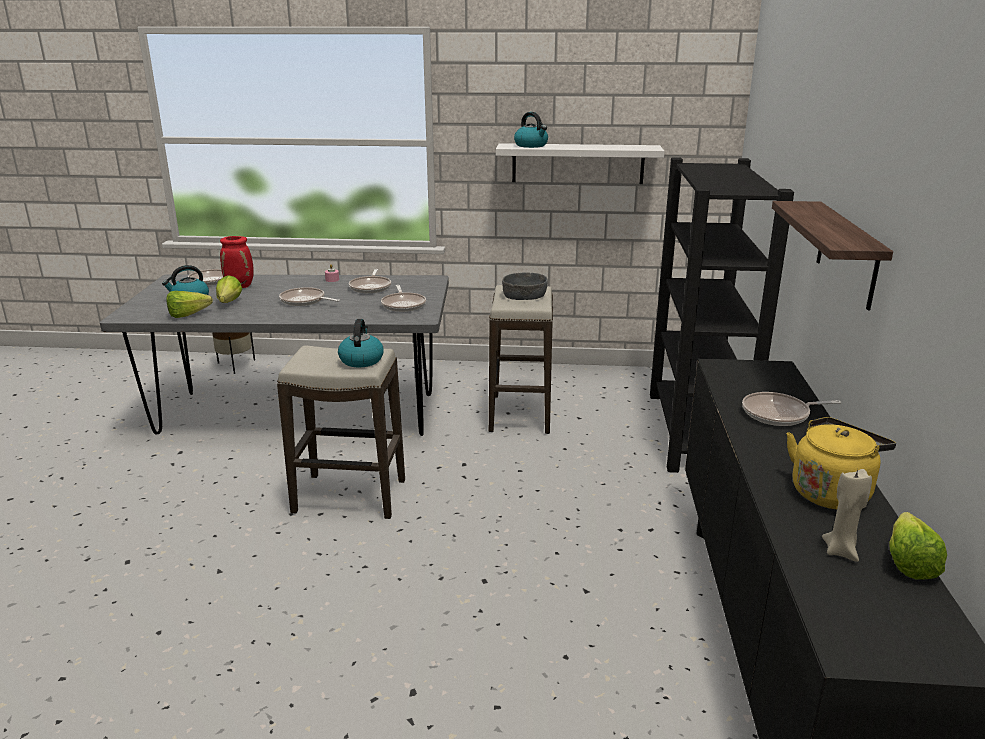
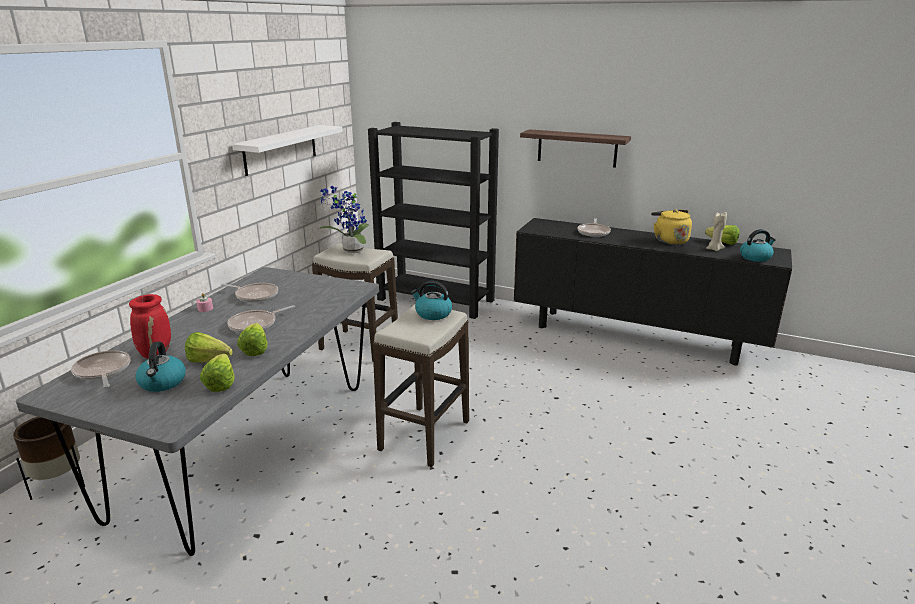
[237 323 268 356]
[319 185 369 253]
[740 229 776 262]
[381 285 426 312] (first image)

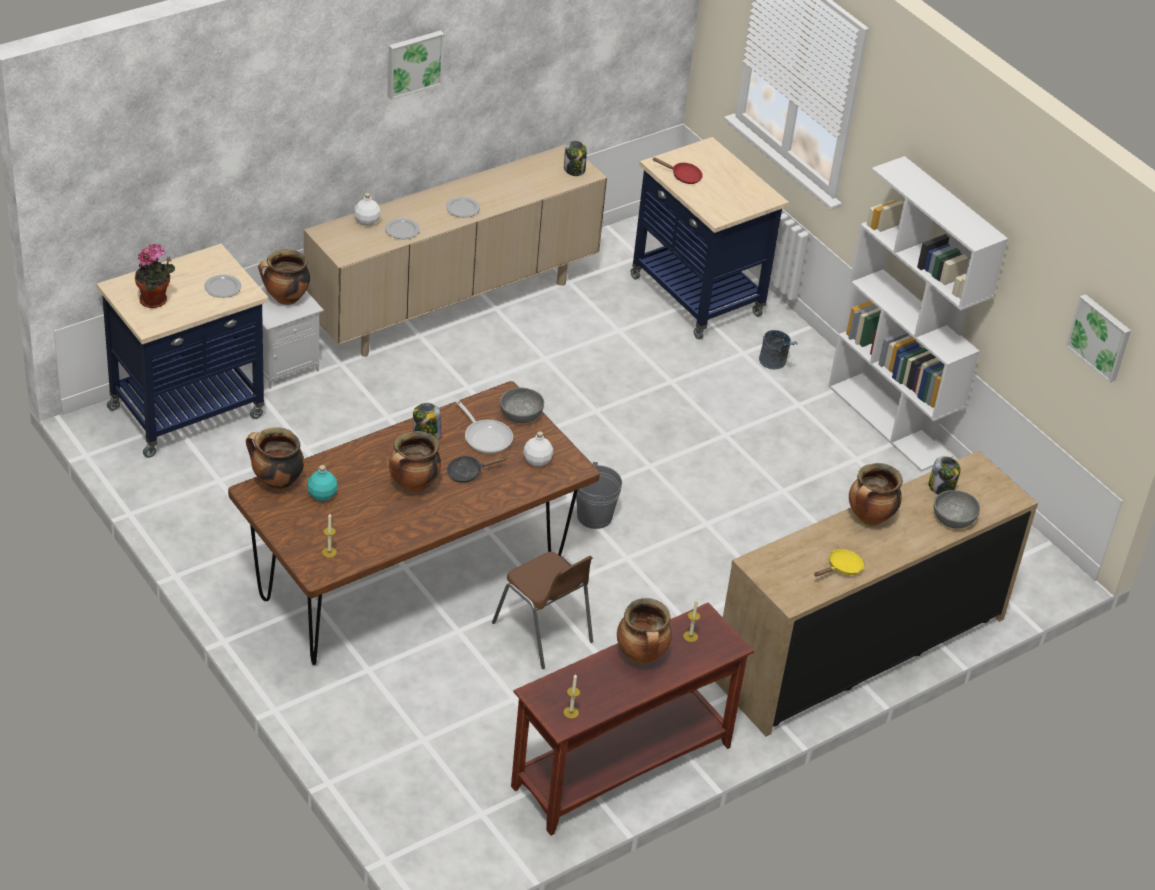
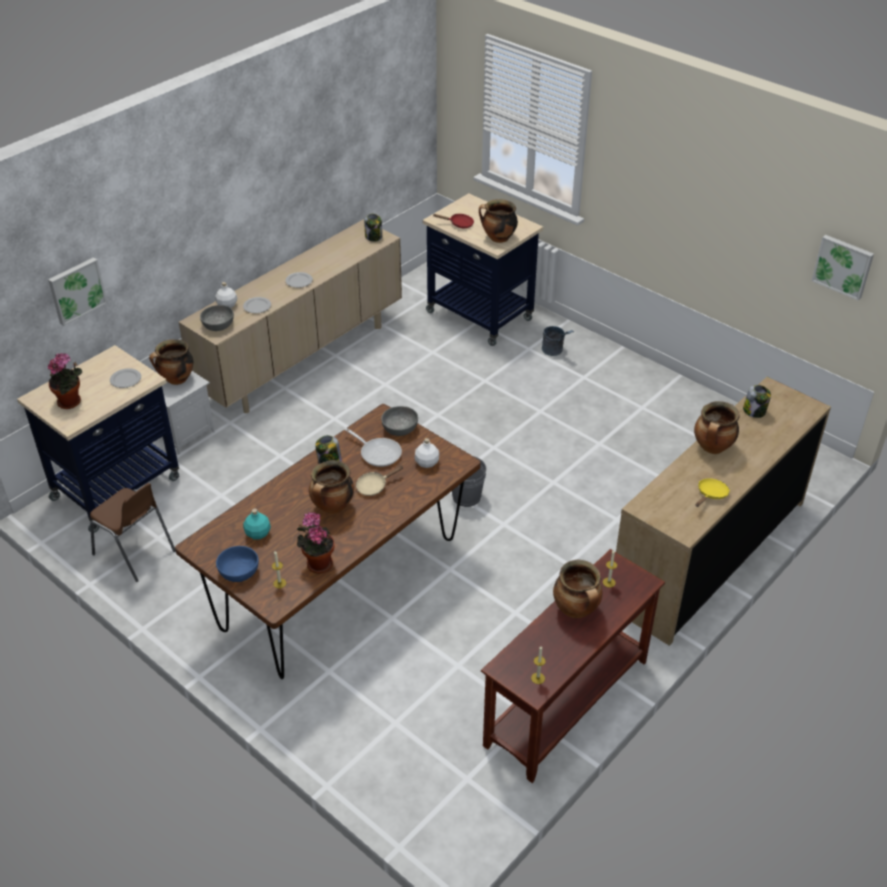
[48 257 107 326]
[90 483 176 582]
[200 305 234 331]
[216 546 259 582]
[297 512 335 574]
[356 466 403 496]
[479 199 518 243]
[828 156 1008 472] (first image)

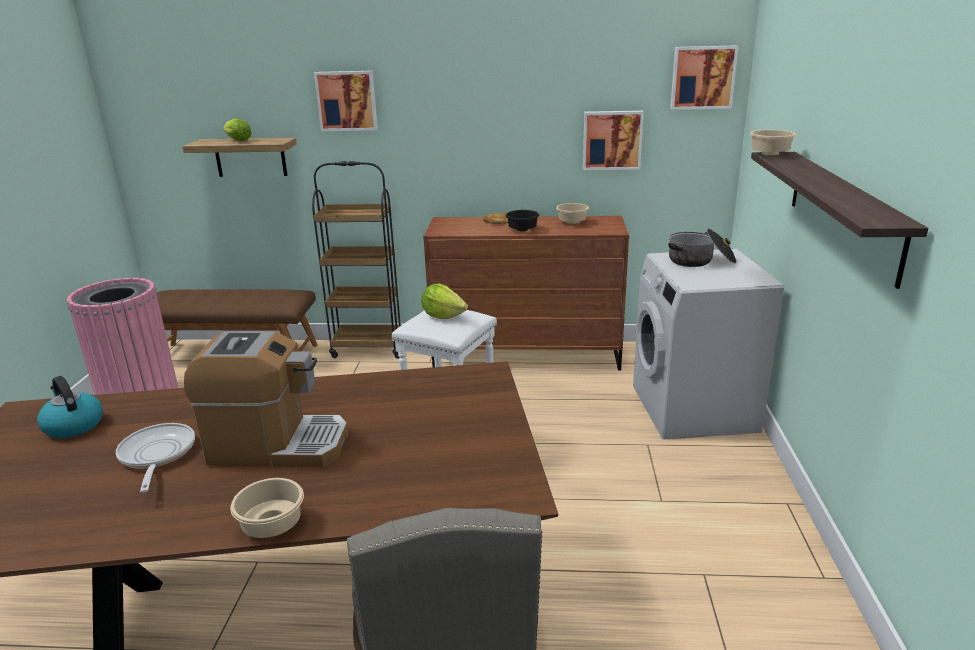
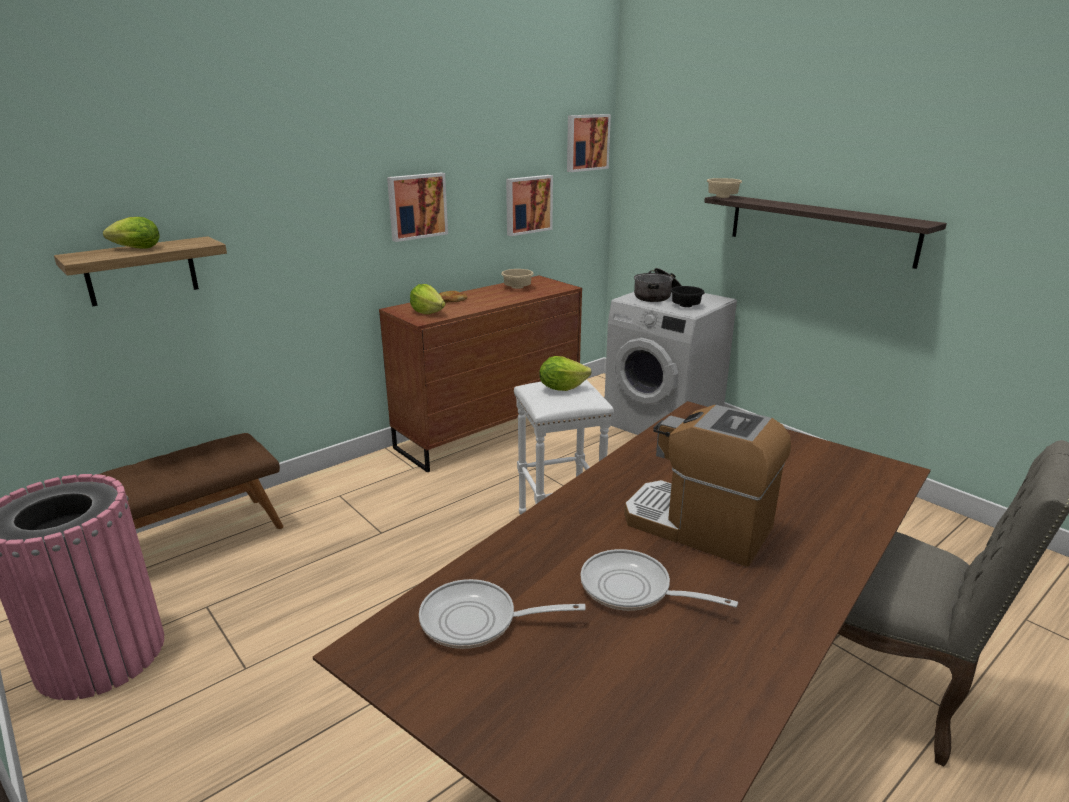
[387 173 448 242]
[410 284 446 314]
[419 579 586 649]
[624 405 791 567]
[670 286 705 307]
[230 478 304 538] (first image)
[312 161 401 359] (first image)

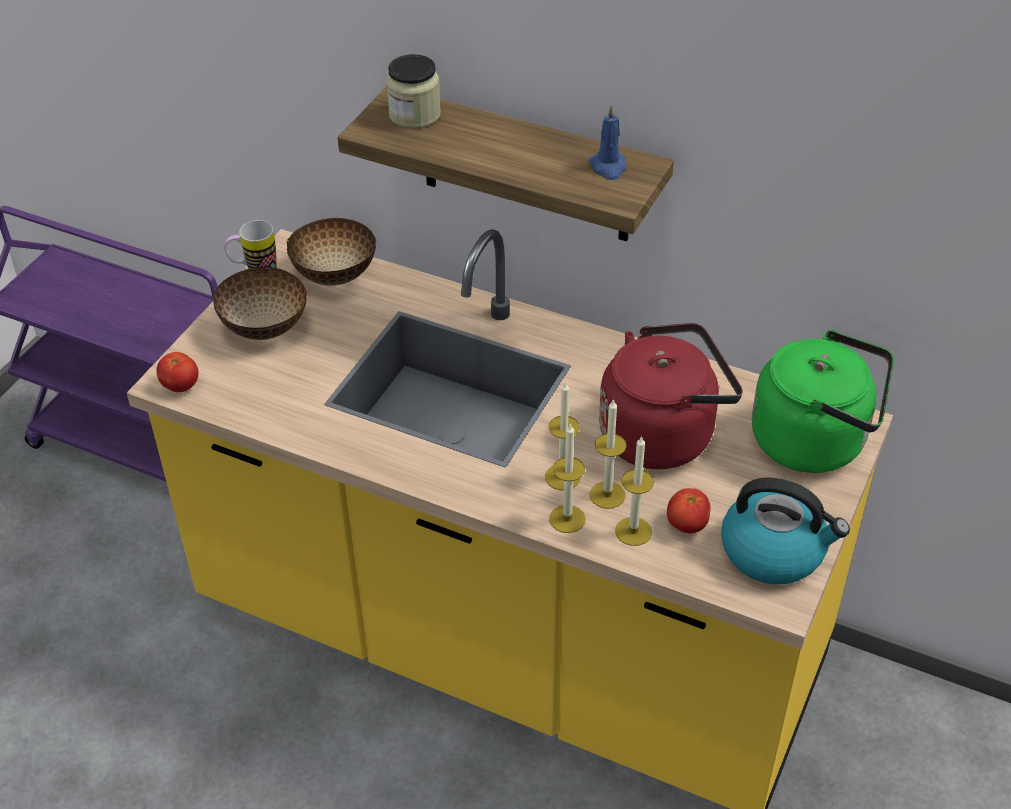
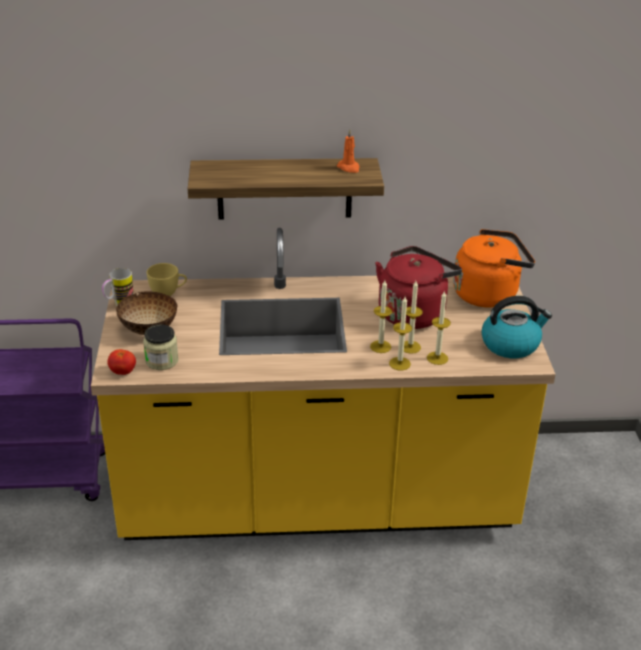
[143 324 179 370]
[147 263 187 296]
[337 129 360 173]
[453 229 535 308]
[667 488 711 533] (first image)

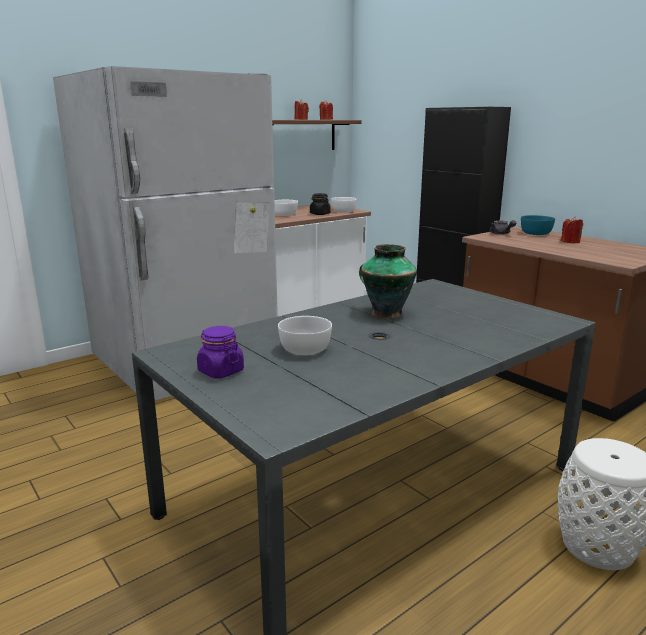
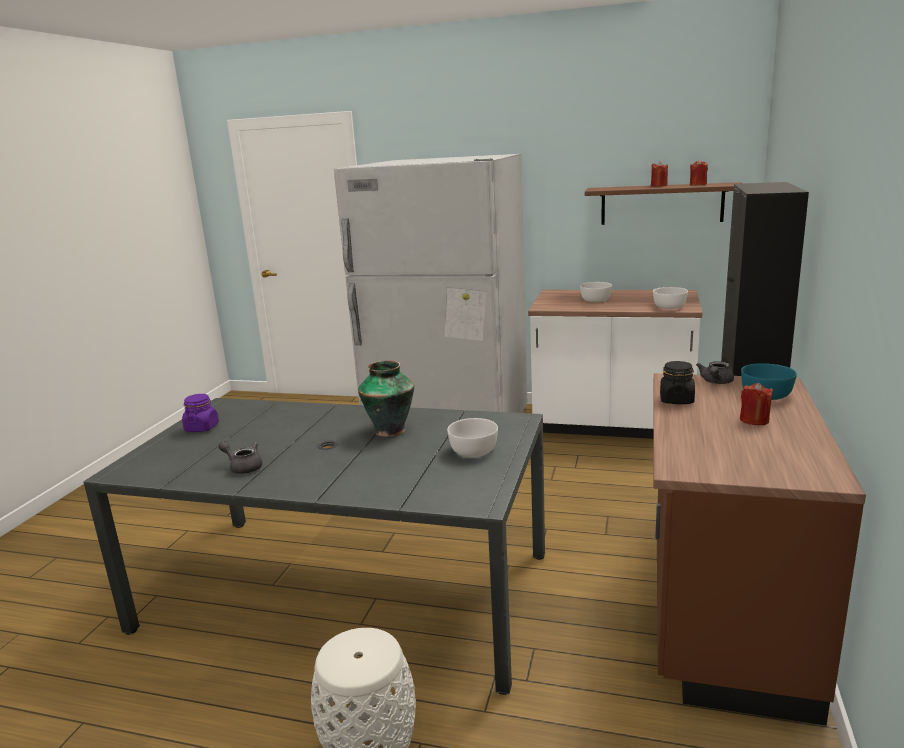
[218 441 262 474]
[447 418 498 457]
[660 361 695 404]

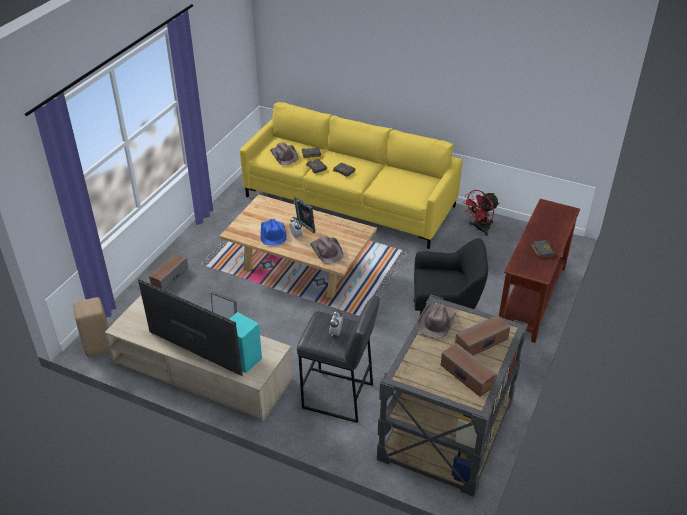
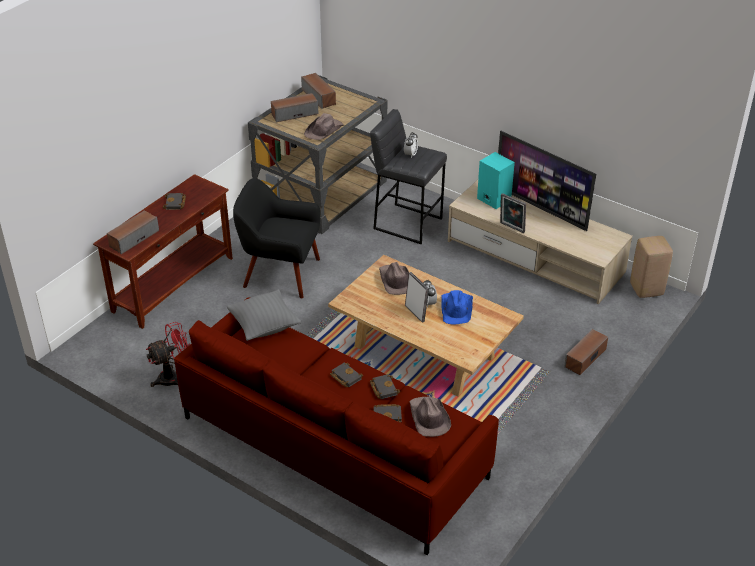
[107 210 159 254]
[174 297 499 555]
[227 289 301 341]

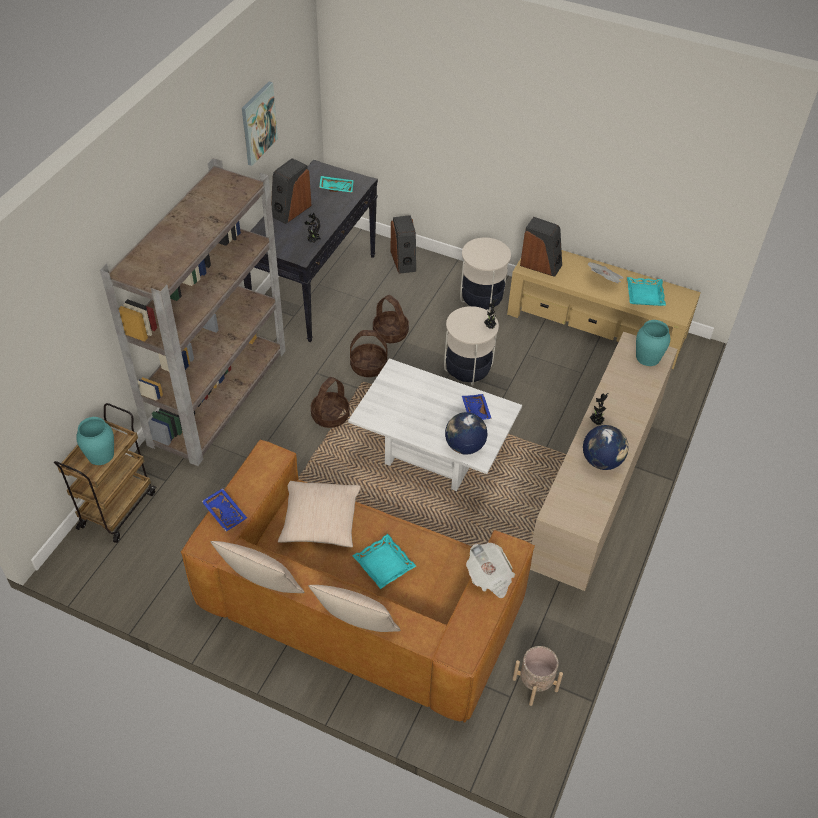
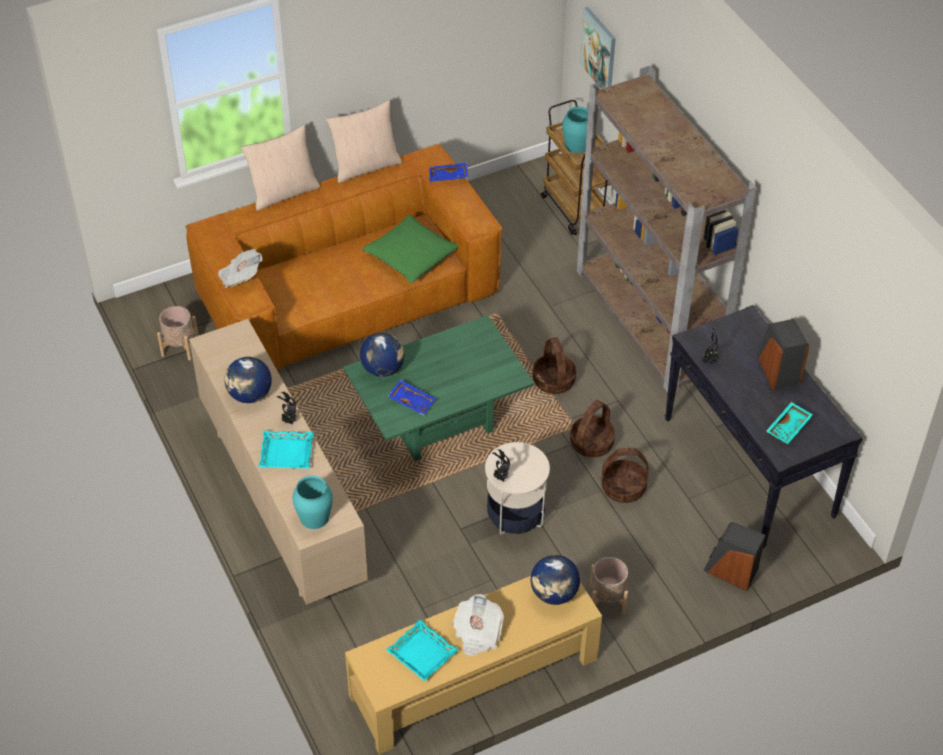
[259 431 314 469]
[344 315 534 461]
[362 215 458 283]
[531 555 580 605]
[580 7 616 89]
[589 557 628 614]

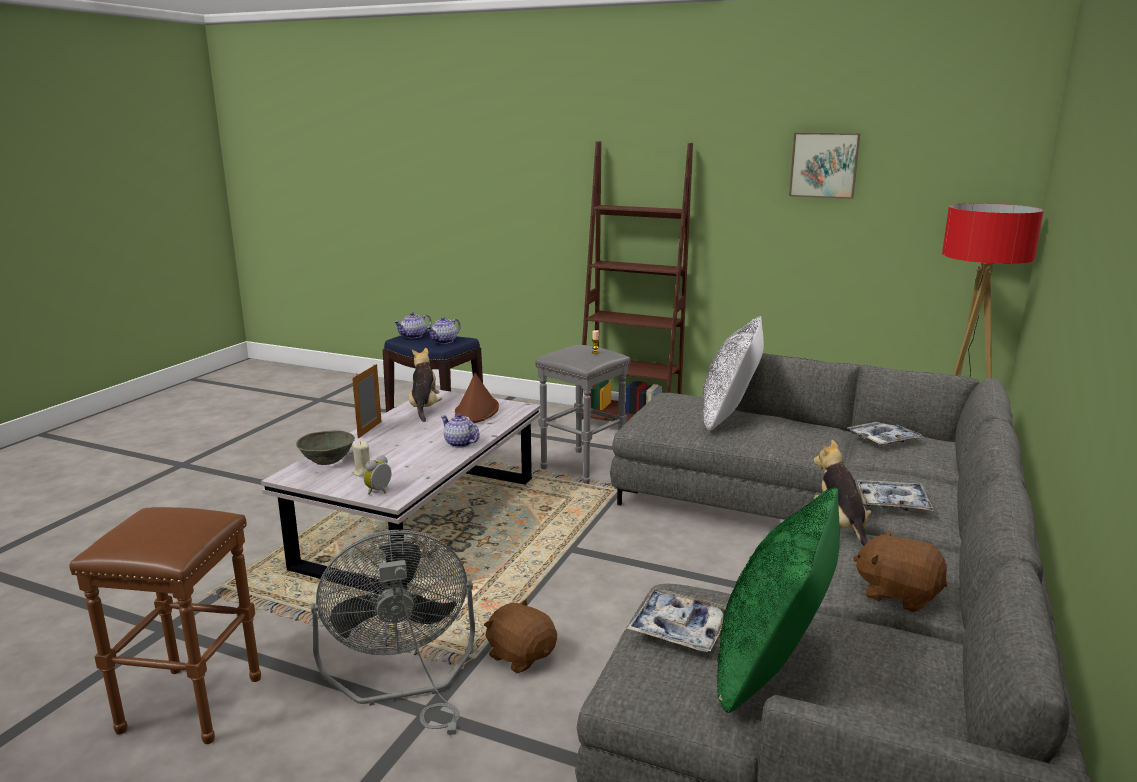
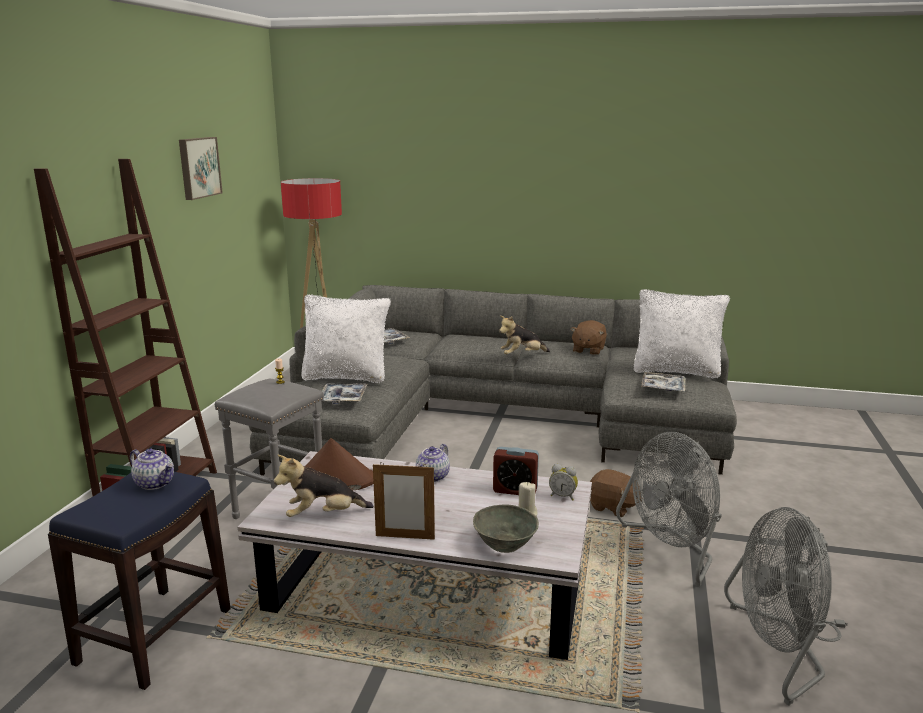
[321 383 368 404]
[493 447 539 495]
[590 469 643 517]
[634 289 730 379]
[724 507 848 706]
[394 312 432 338] (first image)

